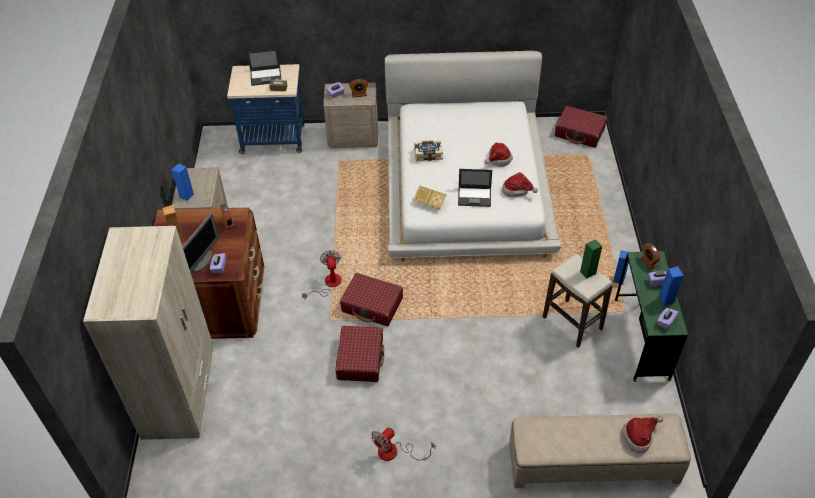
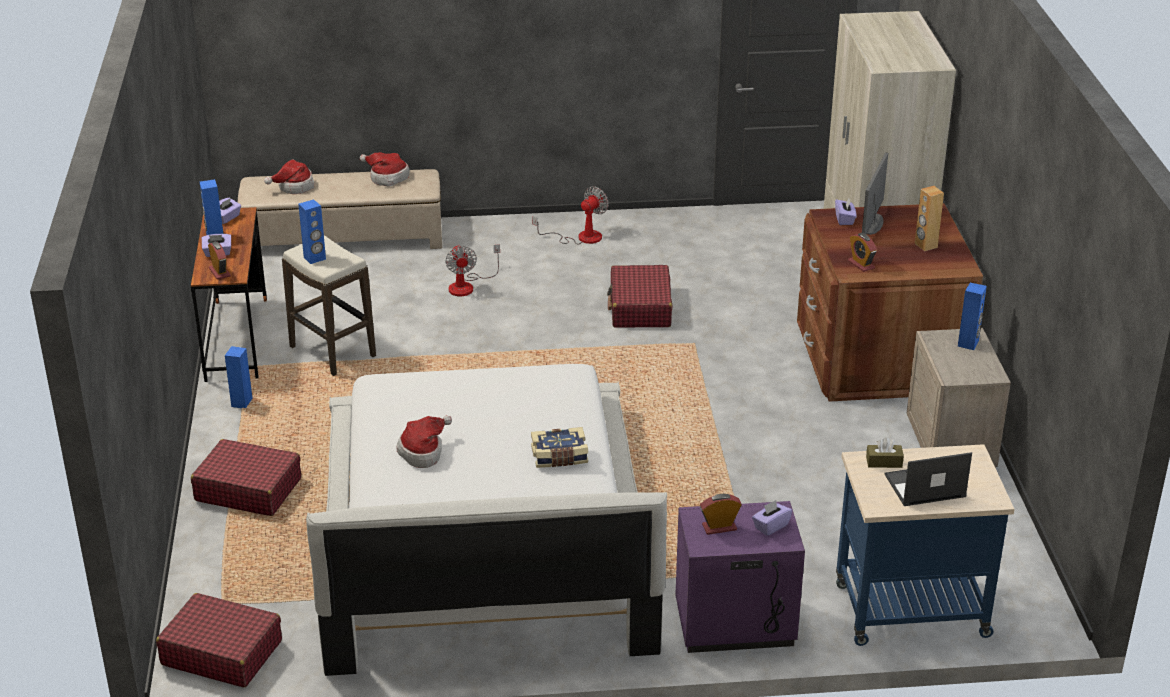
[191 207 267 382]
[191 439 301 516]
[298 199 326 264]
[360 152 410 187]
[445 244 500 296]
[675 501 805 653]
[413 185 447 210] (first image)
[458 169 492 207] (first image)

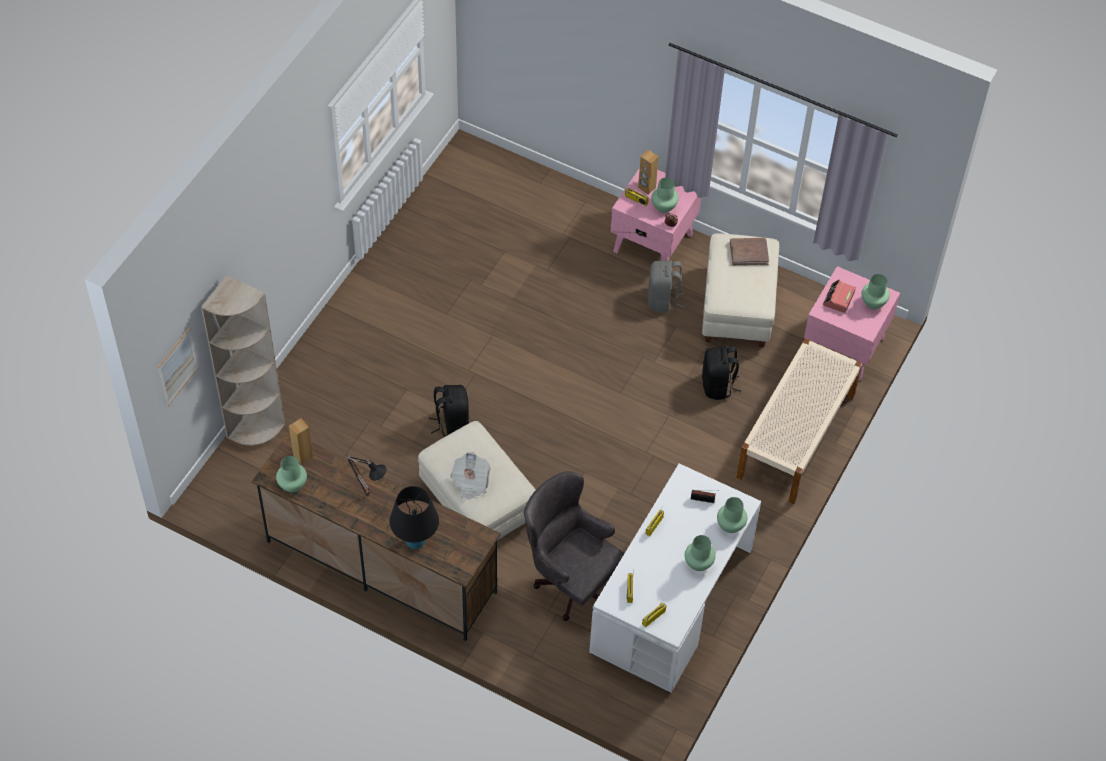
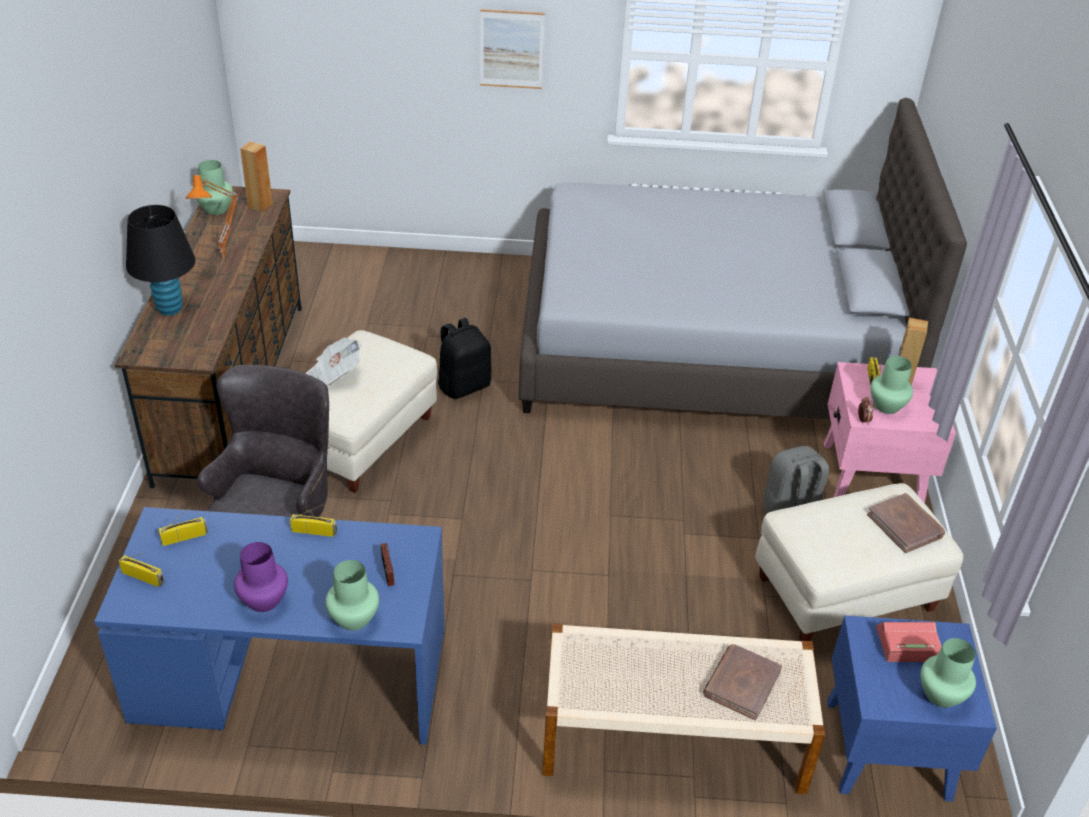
[94 507 444 744]
[186 175 238 260]
[234 542 288 612]
[480 9 545 89]
[519 98 967 419]
[703 644 782 720]
[827 615 997 802]
[201 275 285 446] (first image)
[702 346 741 400] (first image)

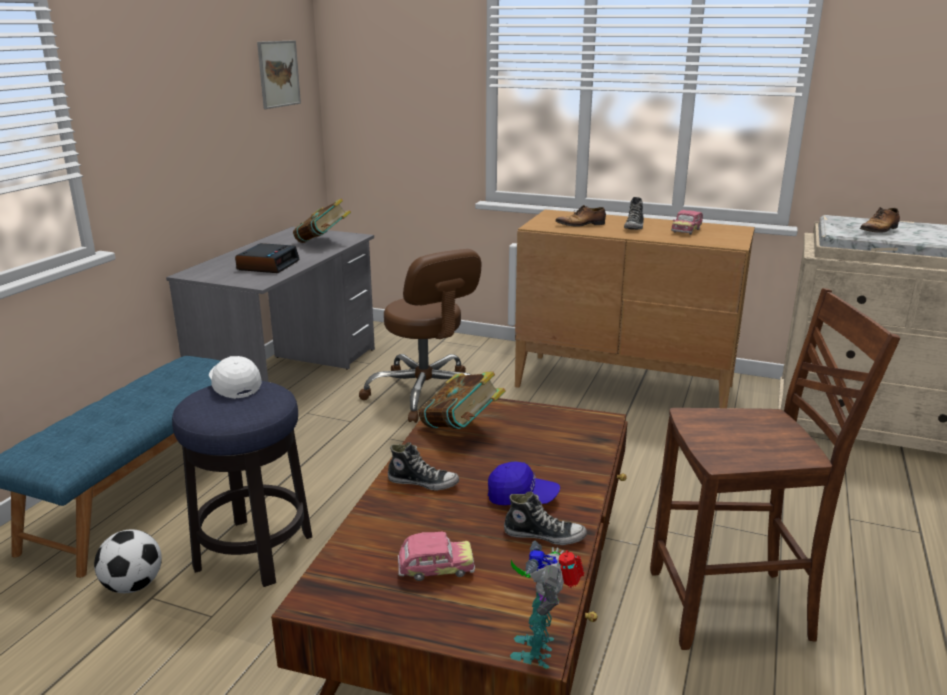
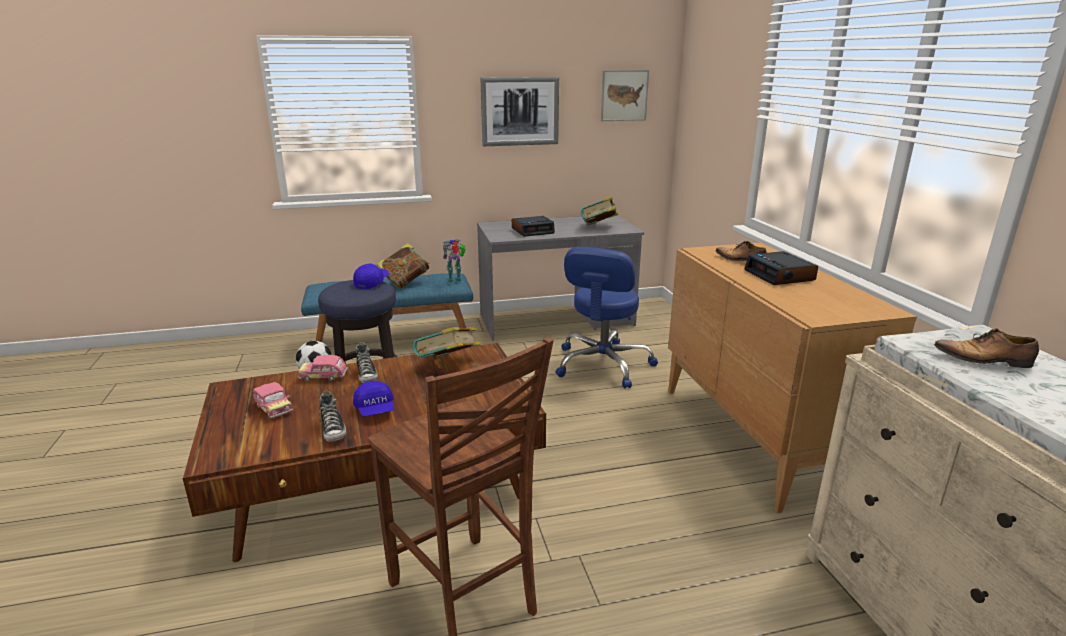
[298 355 348 381]
[353 264 389 289]
[376 243 430 289]
[442 239 466 284]
[481 77 559 146]
[555 247 658 388]
[744 251 818 285]

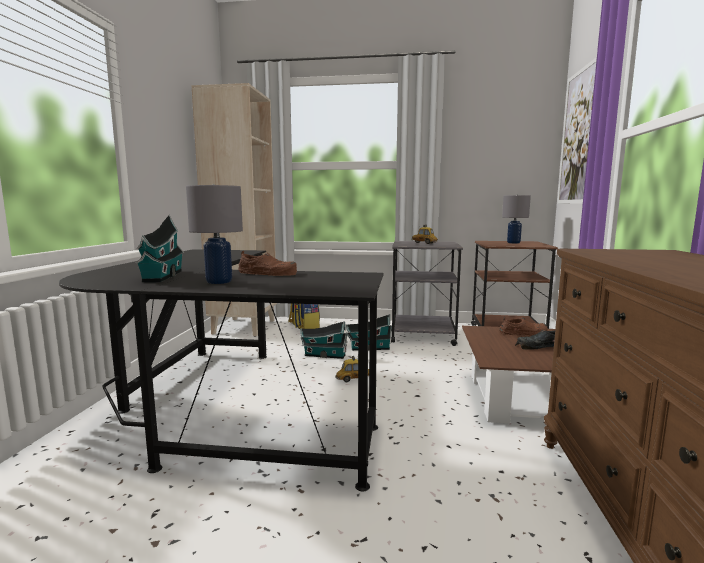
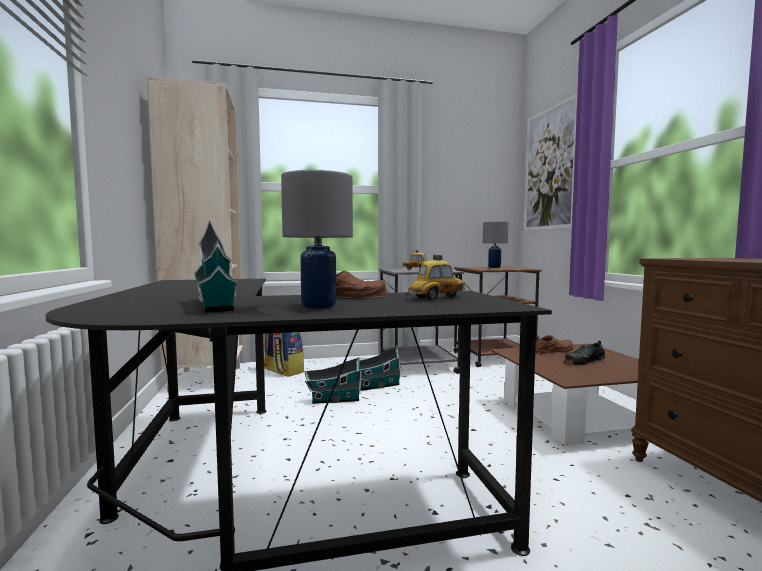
[407 255 465 300]

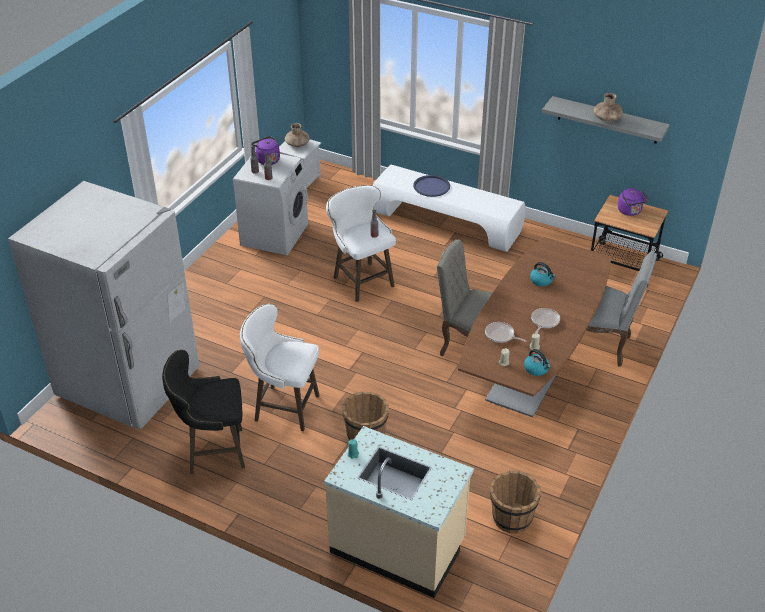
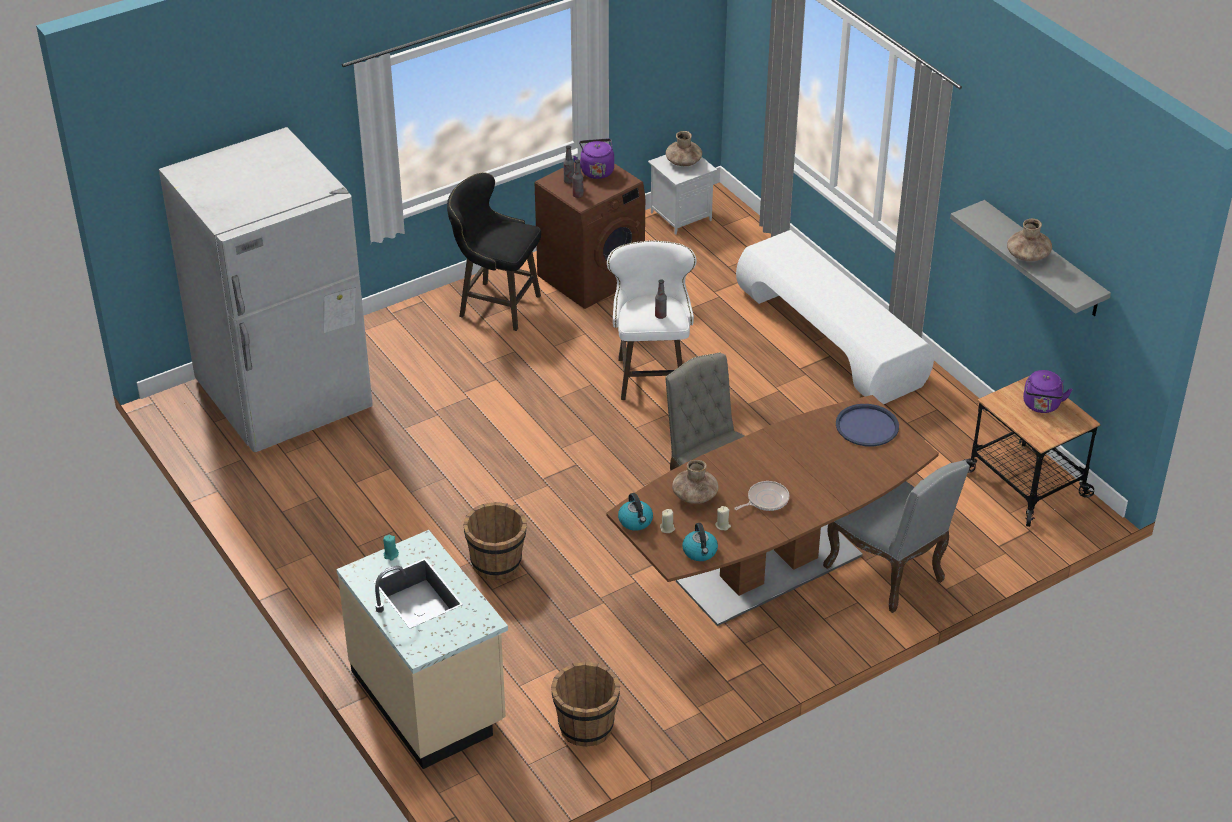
[447 172 541 331]
[535 159 645 309]
[618 493 653 531]
[672 460 719 504]
[836 404 899 446]
[240 304 320 431] (first image)

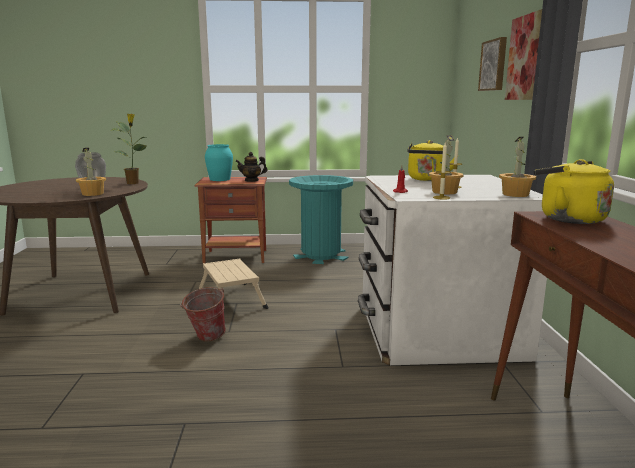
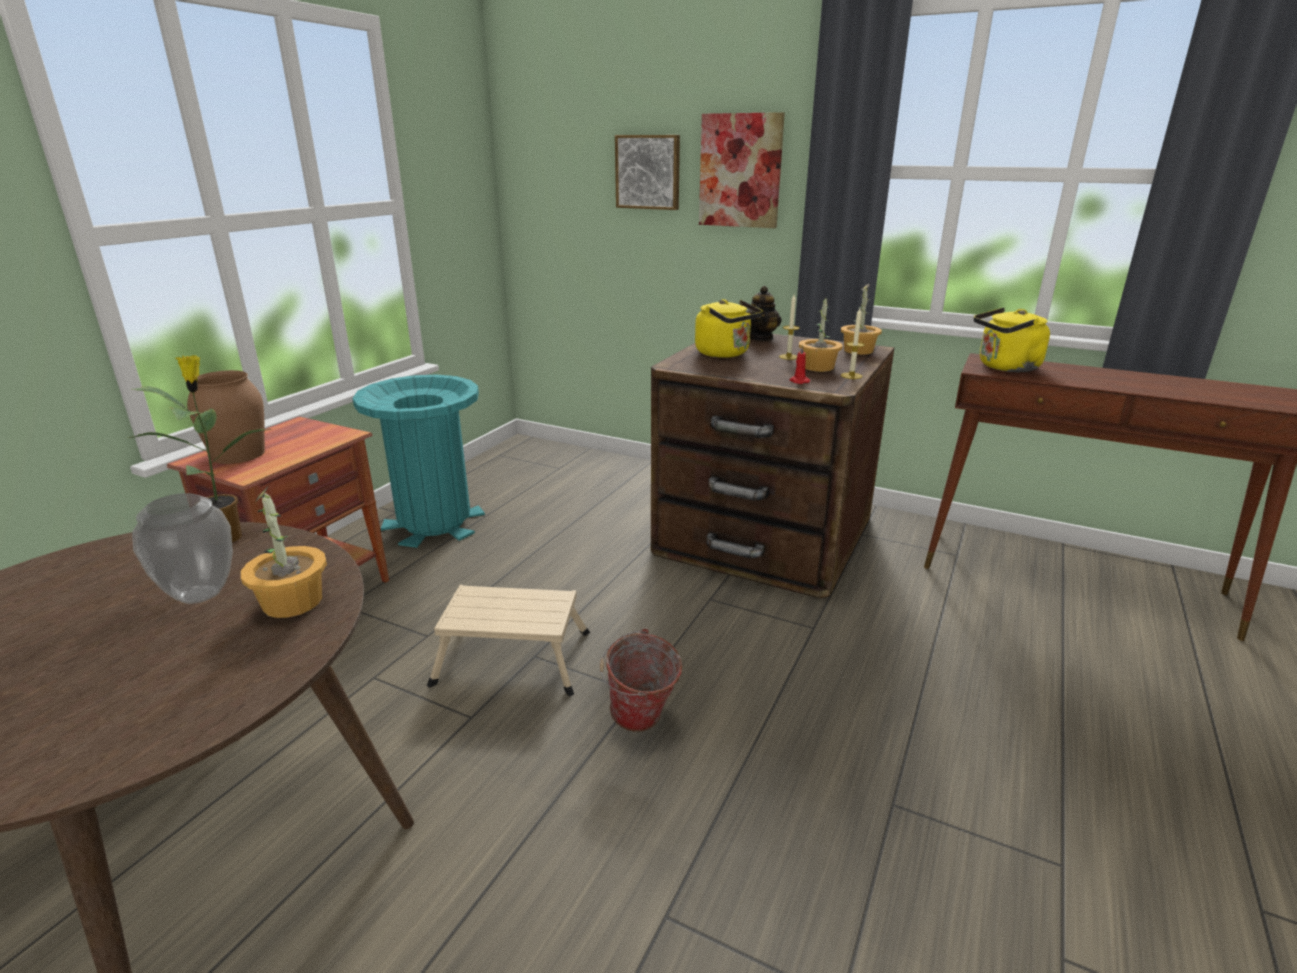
[187 370 265 464]
[651 334 895 598]
[747 286 782 341]

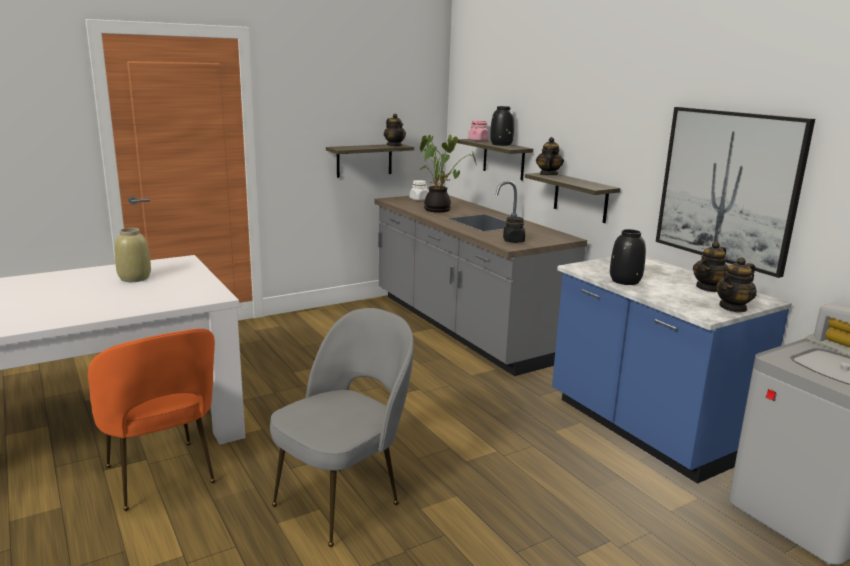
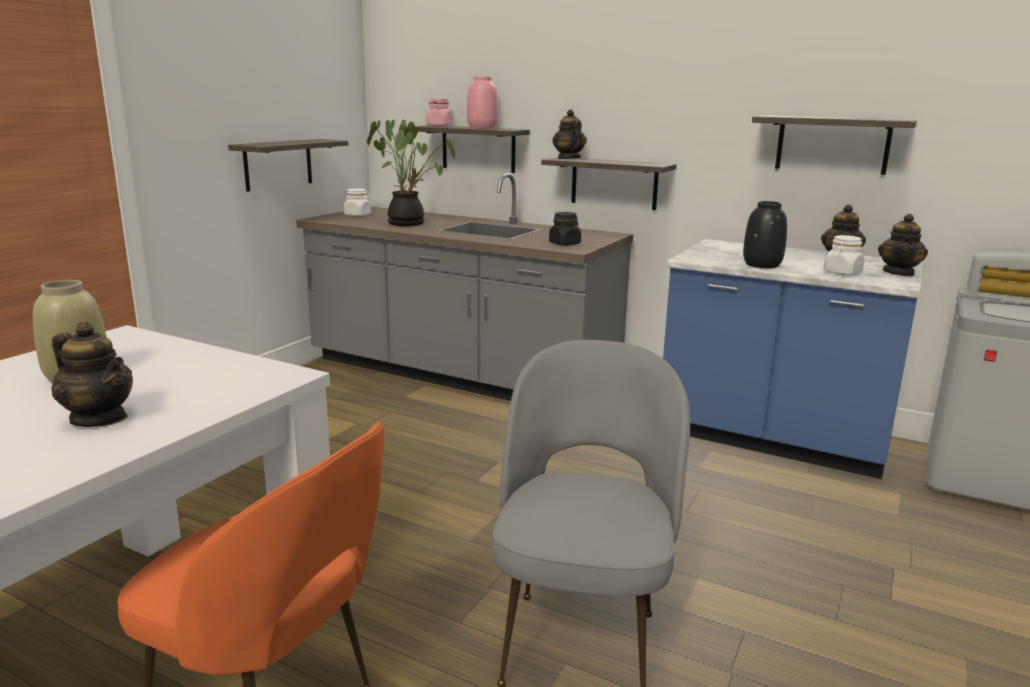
[51 322 133 427]
[467 76 498 128]
[752 115 917 175]
[823 235 865 275]

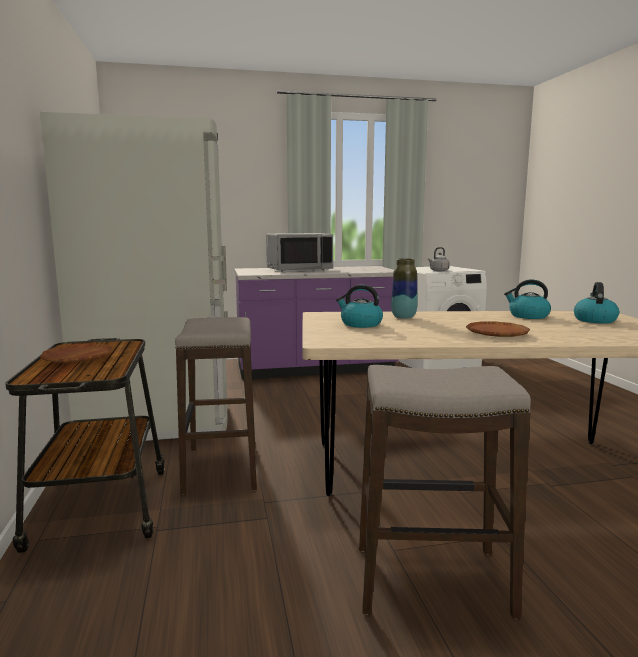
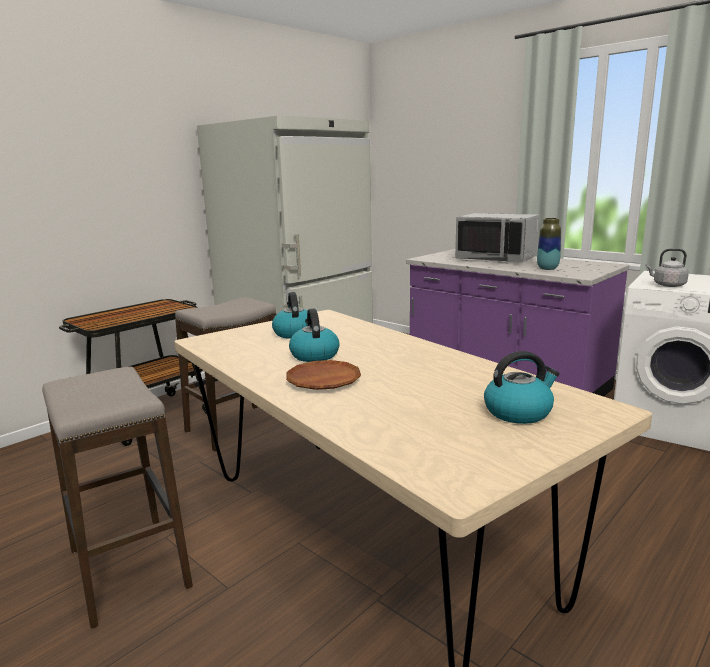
[289 309 339 362]
[537 218 561 270]
[40 343 113 363] (first image)

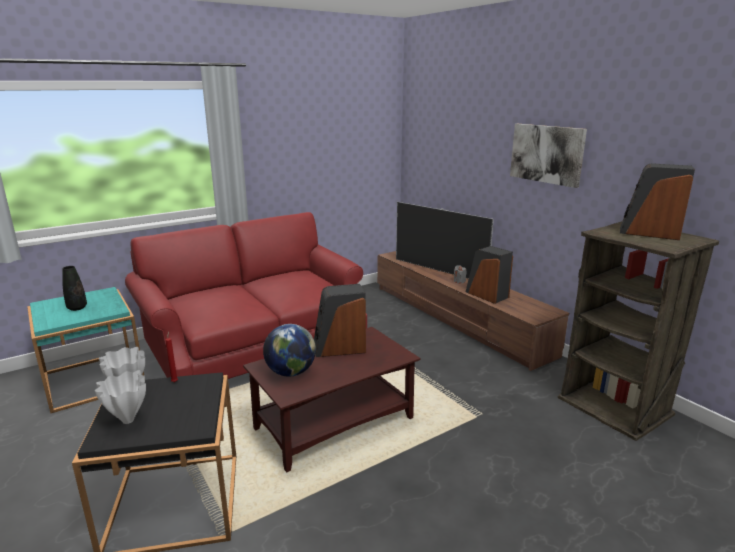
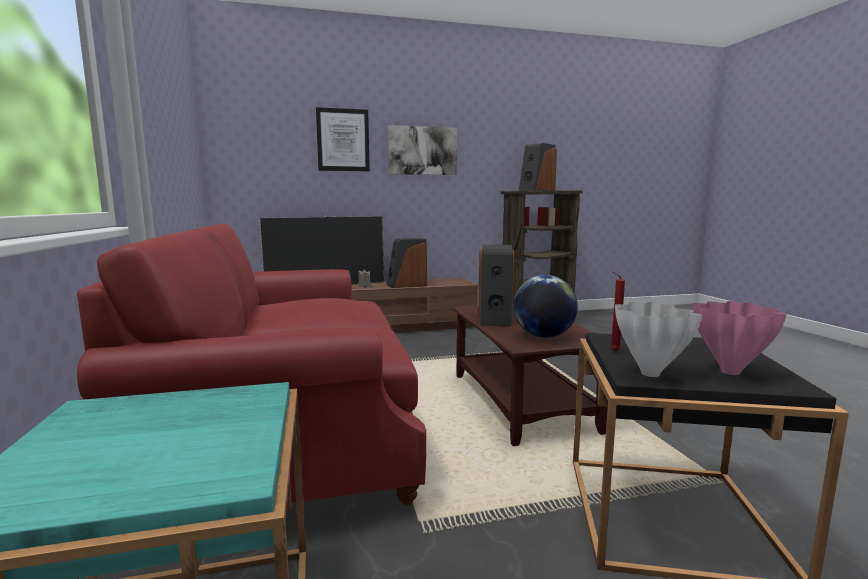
[316 107 370 171]
[693 301 787 375]
[62 266 87 311] (first image)

